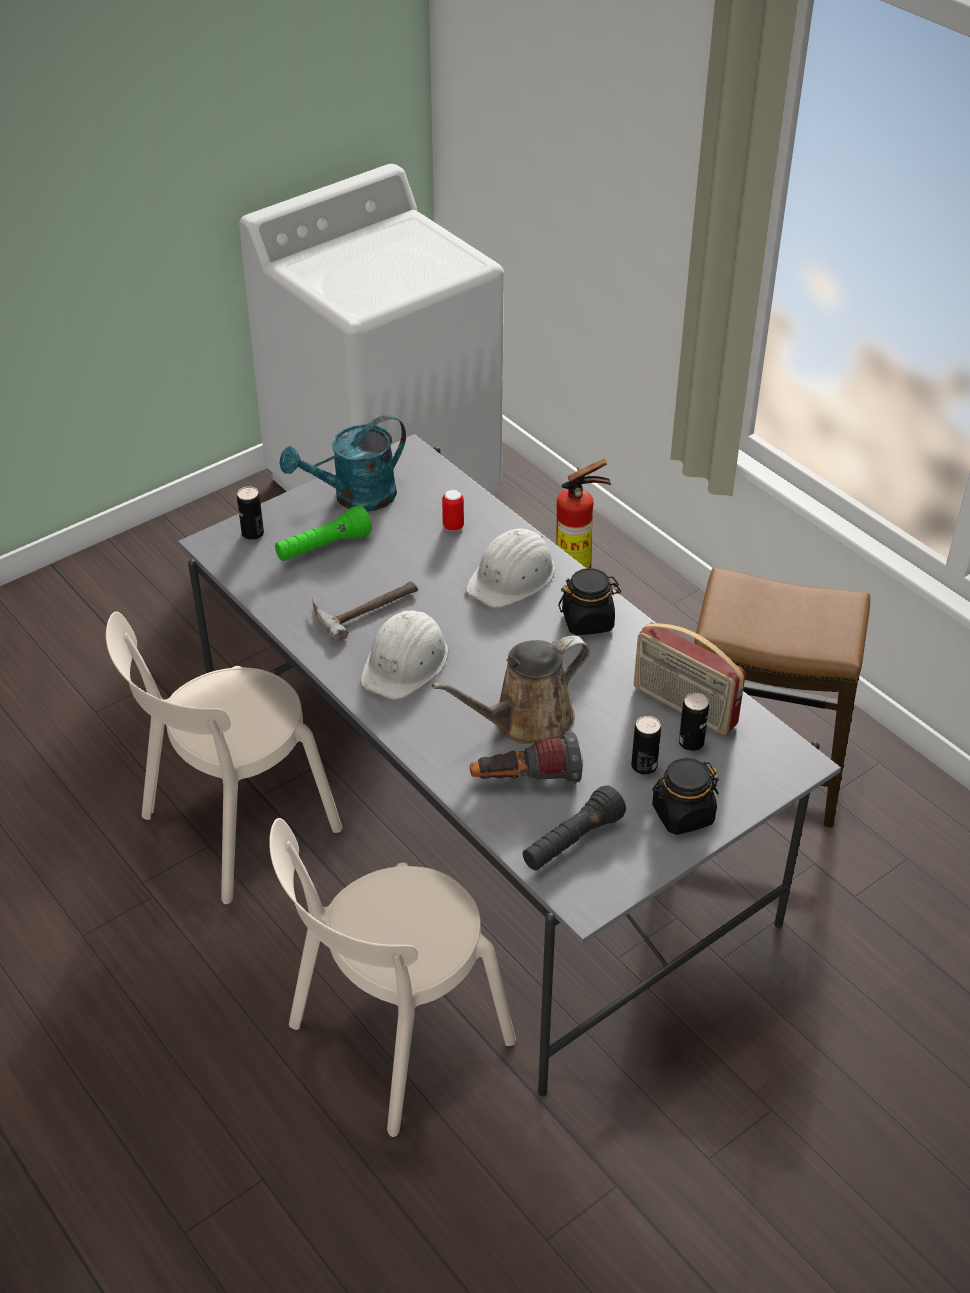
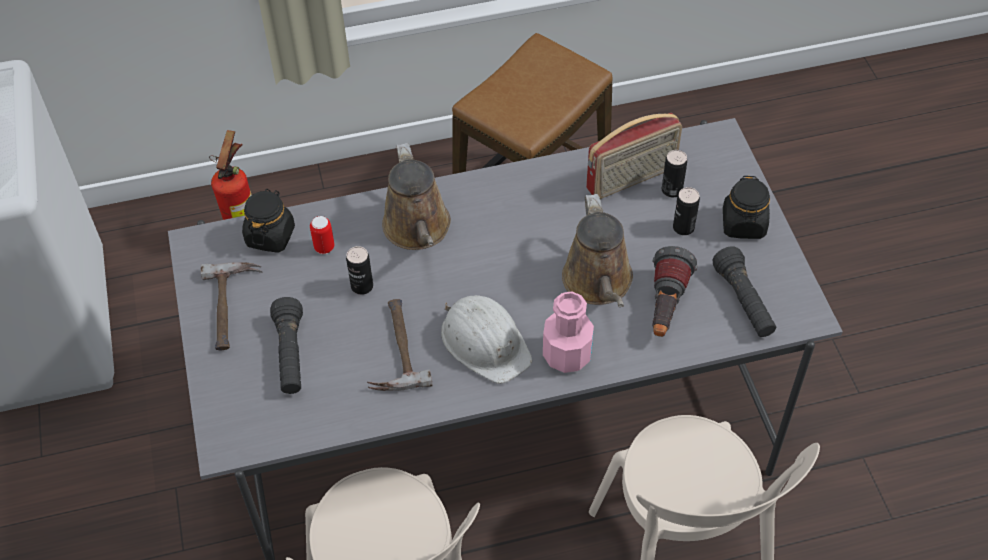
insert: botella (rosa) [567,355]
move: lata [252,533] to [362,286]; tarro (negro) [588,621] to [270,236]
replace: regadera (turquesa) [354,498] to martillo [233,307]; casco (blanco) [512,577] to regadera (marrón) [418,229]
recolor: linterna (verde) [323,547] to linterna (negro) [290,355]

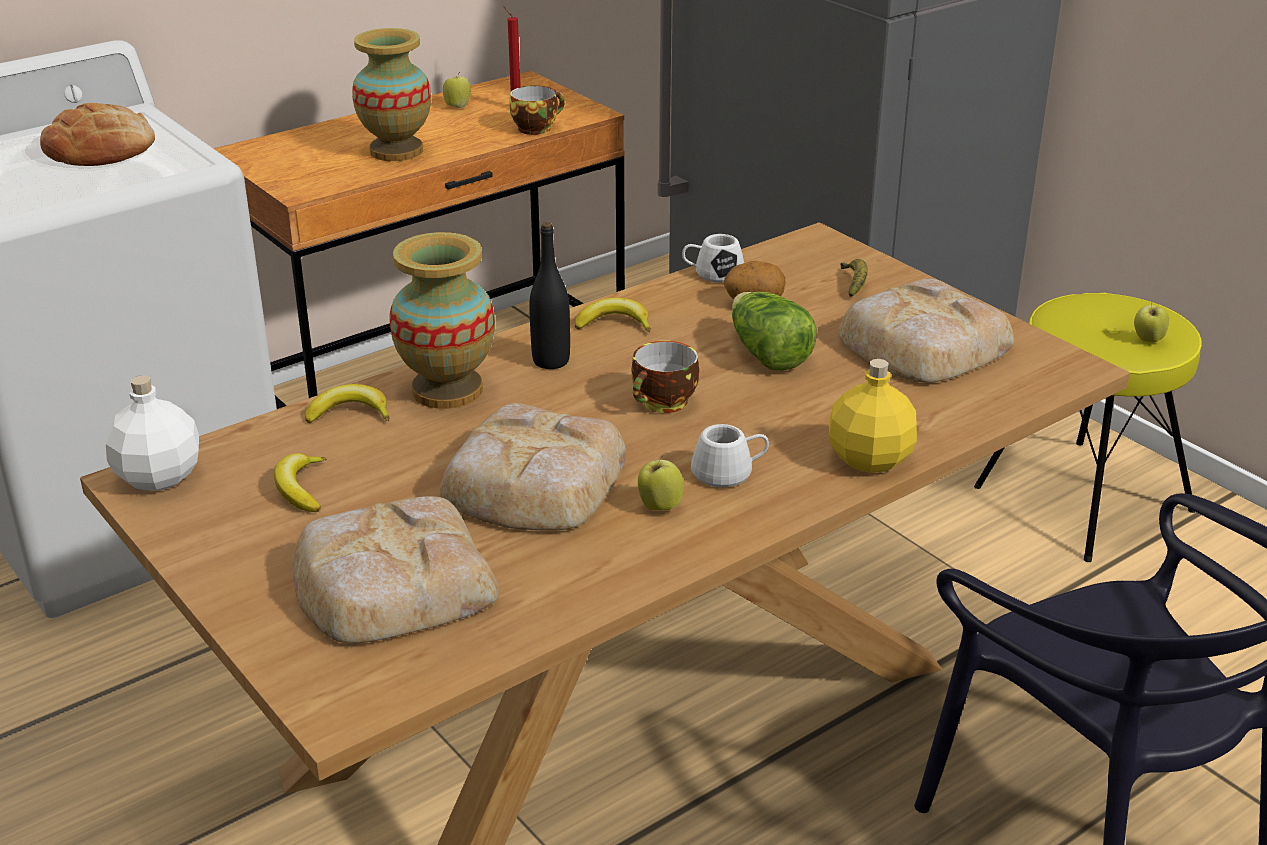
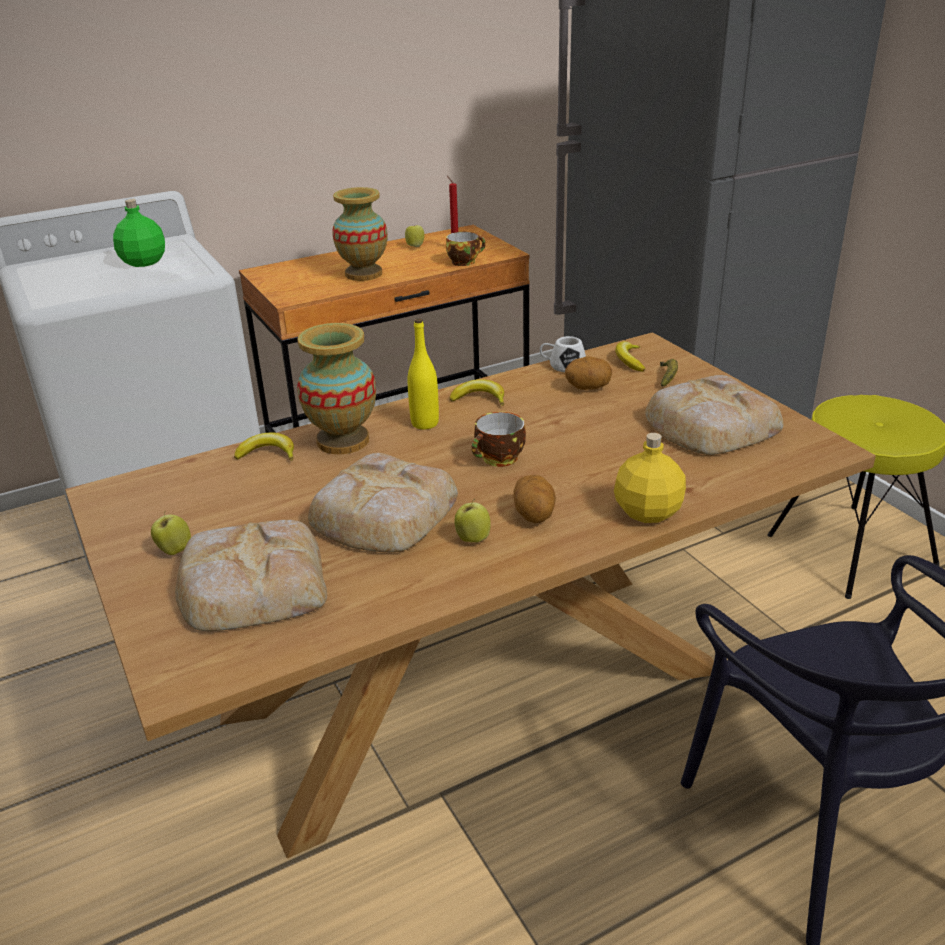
delete: botella (blanco) [158,477]; lechuga [767,354]
move: plátano [301,489] to [629,361]; manzana [1148,340] to [174,550]
replace: pan [101,149] to botella (verde) [143,262]; taza grande (blanco) [729,472] to patata [534,515]
recolor: botella (negro) [551,361] to botella (amarillo) [425,423]

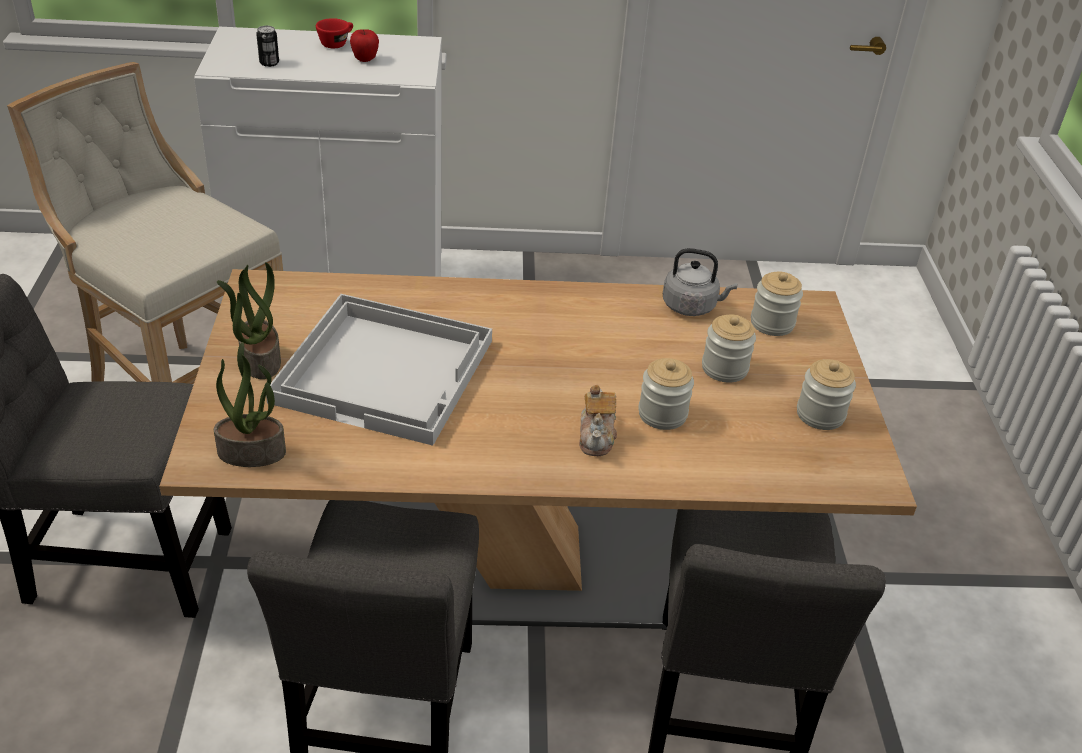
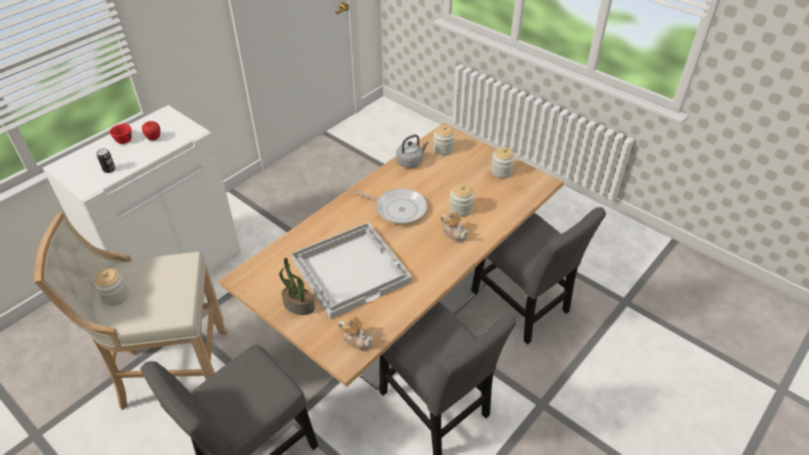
insert: sartén [398,208]
move: tarro [724,368] to [116,296]
replace: planta en maceta [253,452] to tetera [357,340]

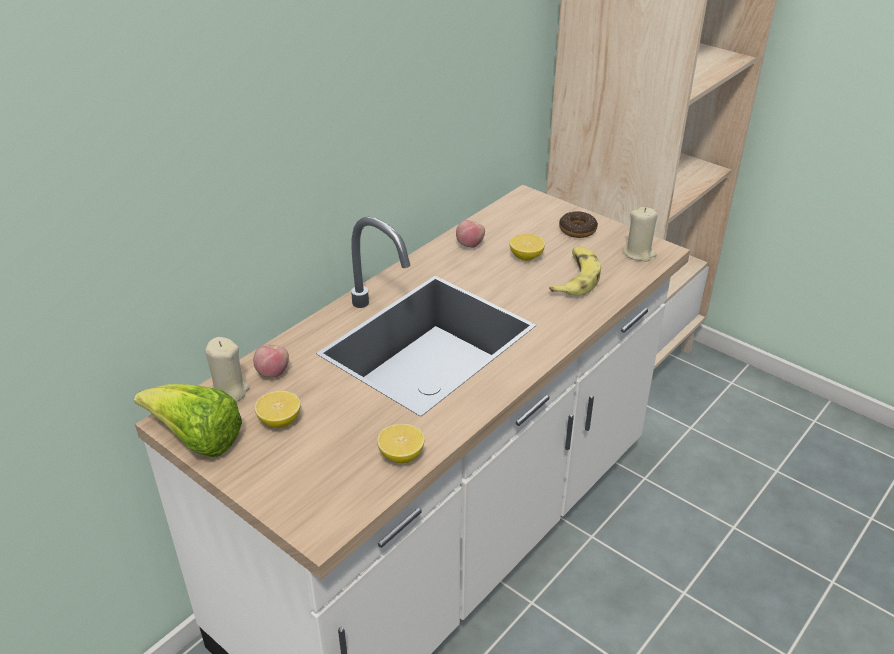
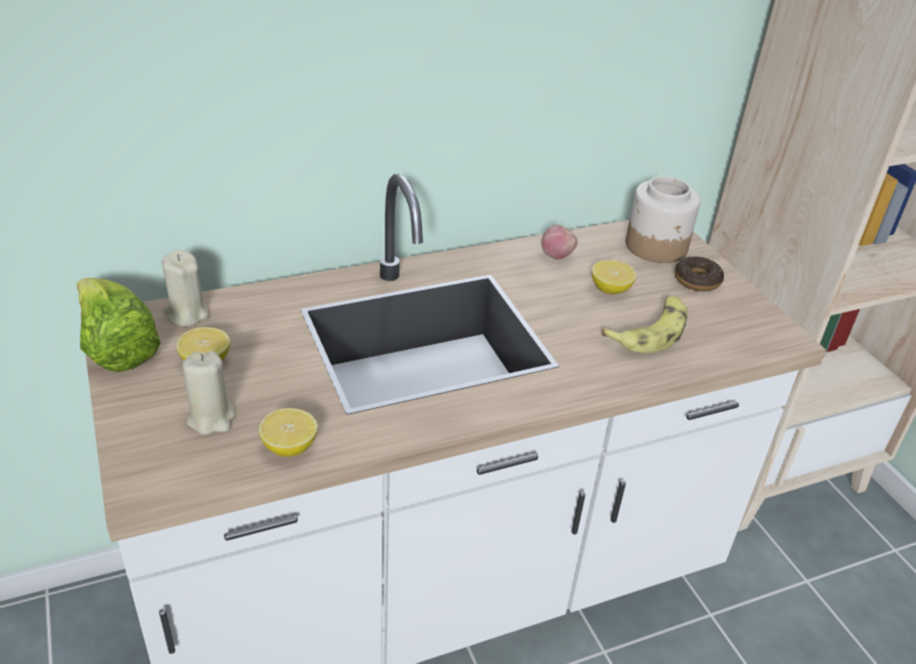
delete: manzana [273,373]
insert: tarro [657,247]
move: vela (beis) [639,253] to [211,418]

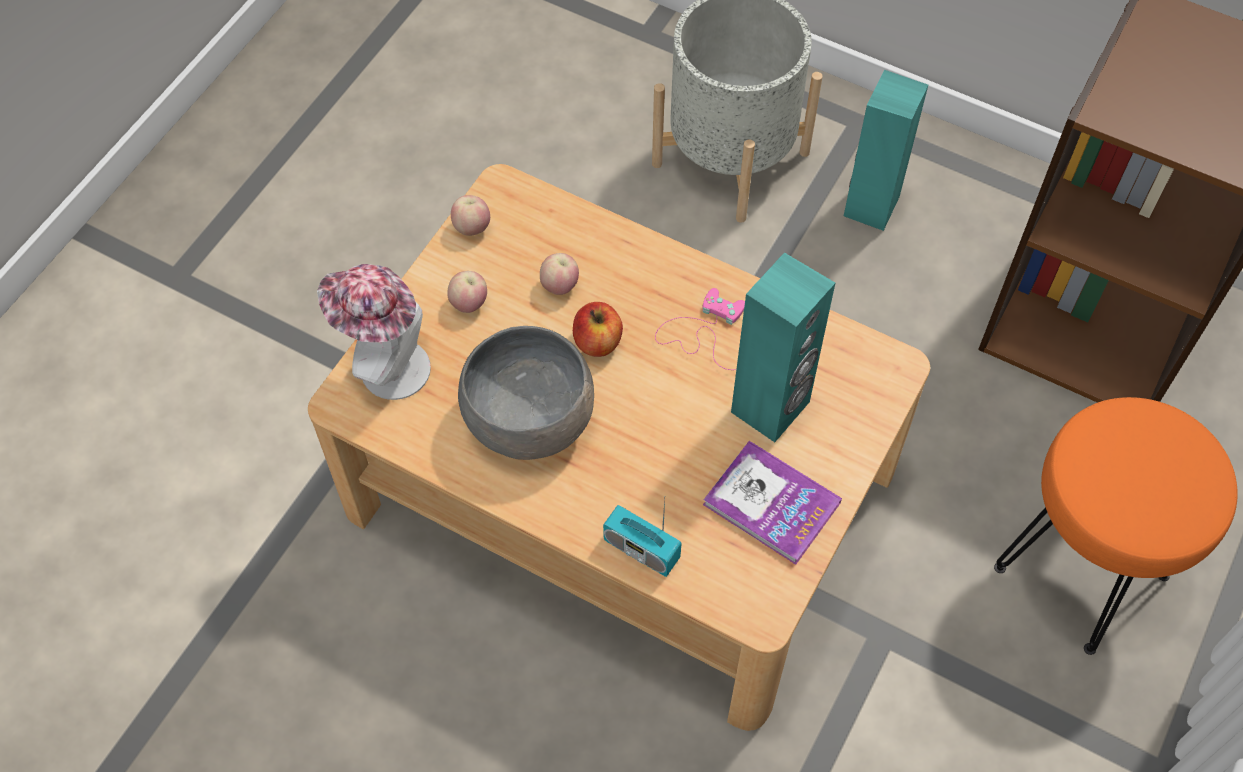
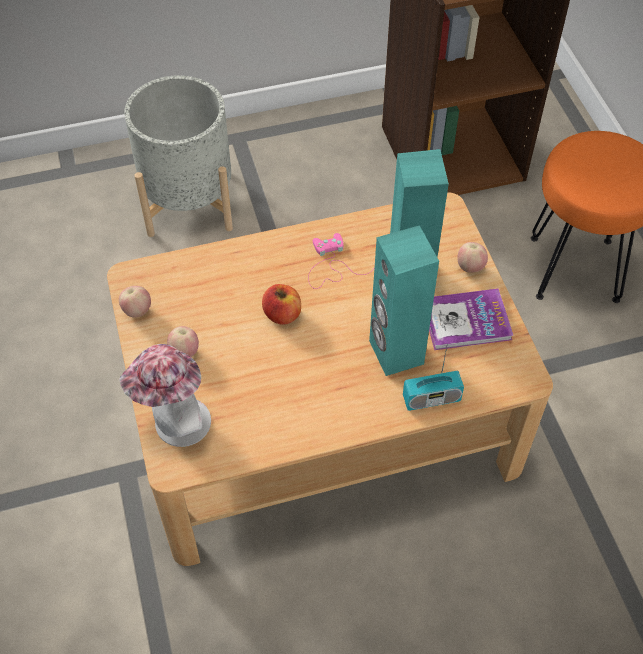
delete: cuenco (gris) [529,419]
move: manzana [560,286] to [470,267]; altavoz (turquesa) [870,206] to [395,352]

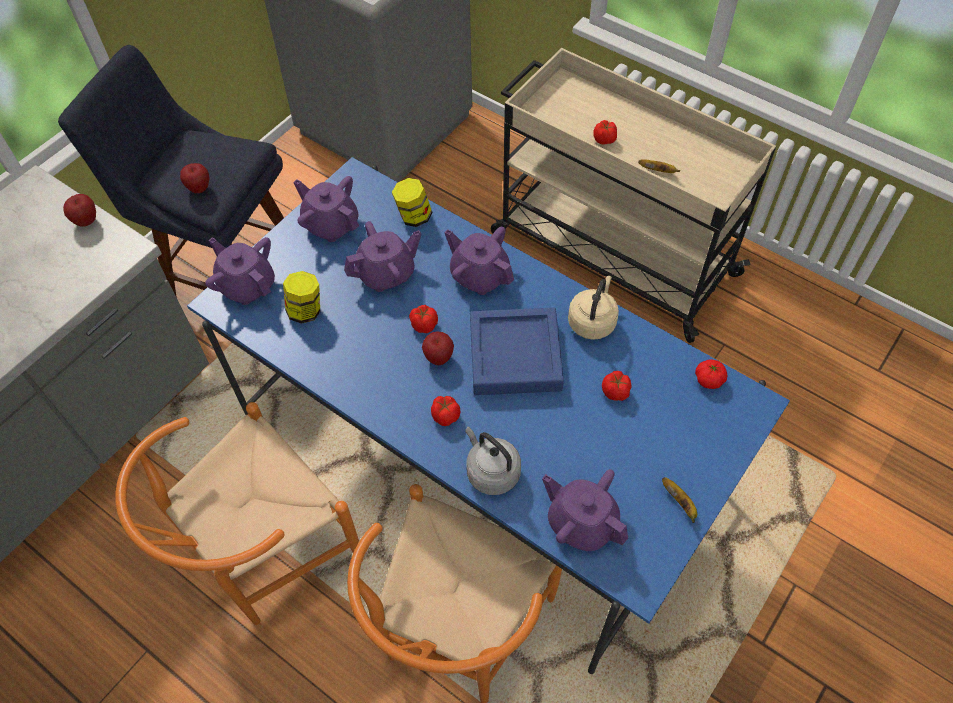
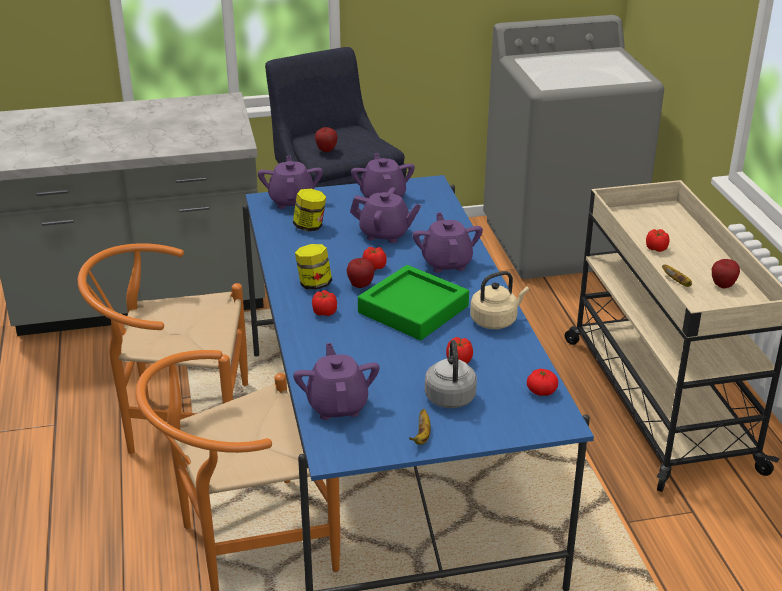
move: manzana [87,221] to [722,285]; tarro [413,217] to [314,284]; hervidor (gris) [491,471] to [450,396]
recolor: bandeja (azul) [515,356] to bandeja (verde) [413,309]

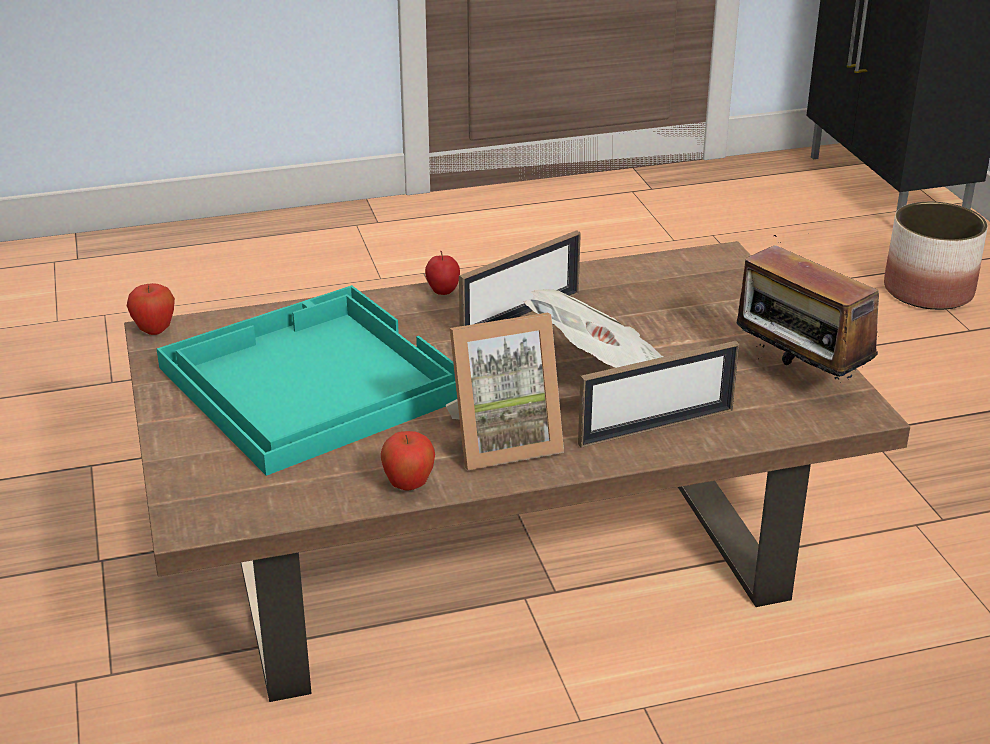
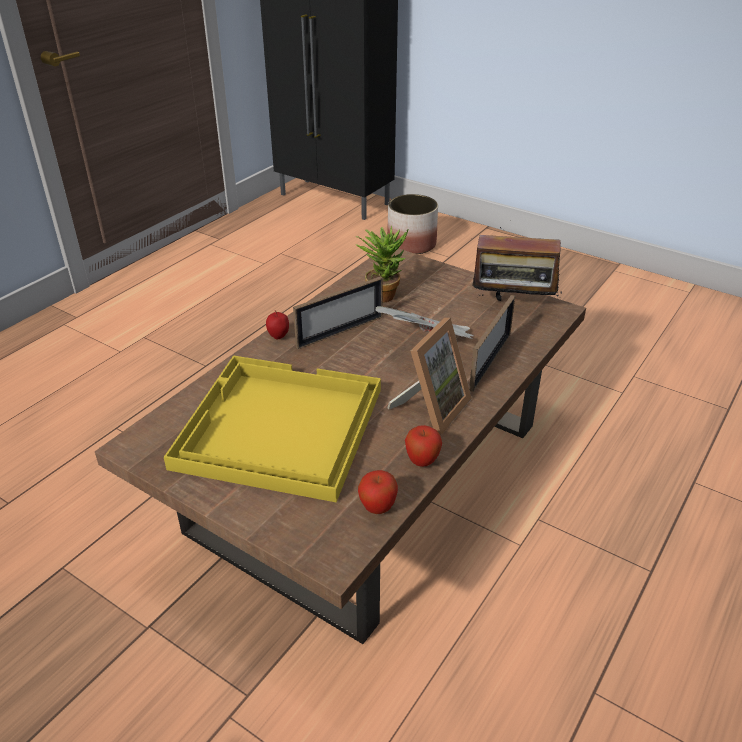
insert: planta en maceta [383,293]
move: manzana [154,330] to [377,508]
recolor: bandeja (turquesa) [310,381] to bandeja (amarillo) [277,428]
rotate: portarretratos [520,316] = [340,332] 45 degrees clockwise

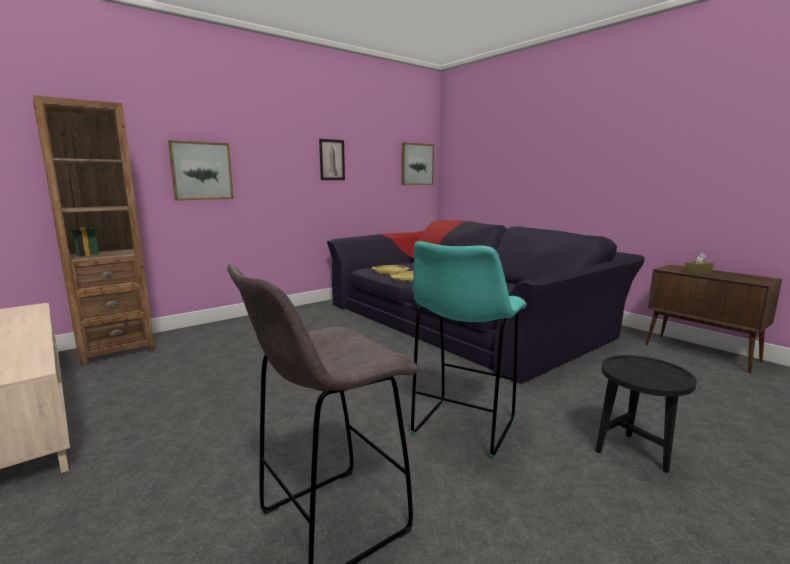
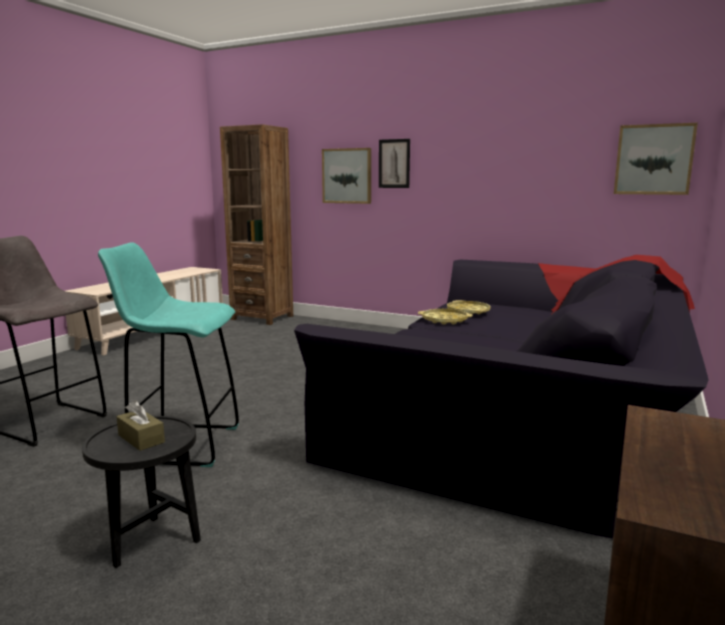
move: cuadro [332,160] to [394,163]; caja de pañuelos (marrón) [697,272] to [141,439]

